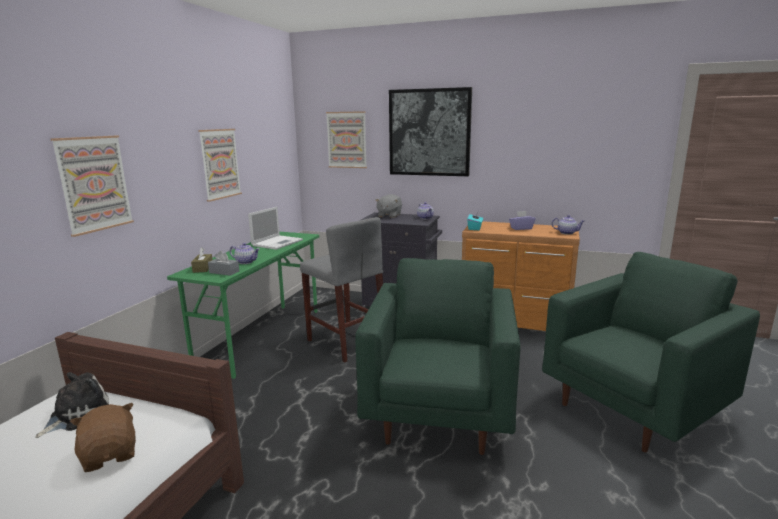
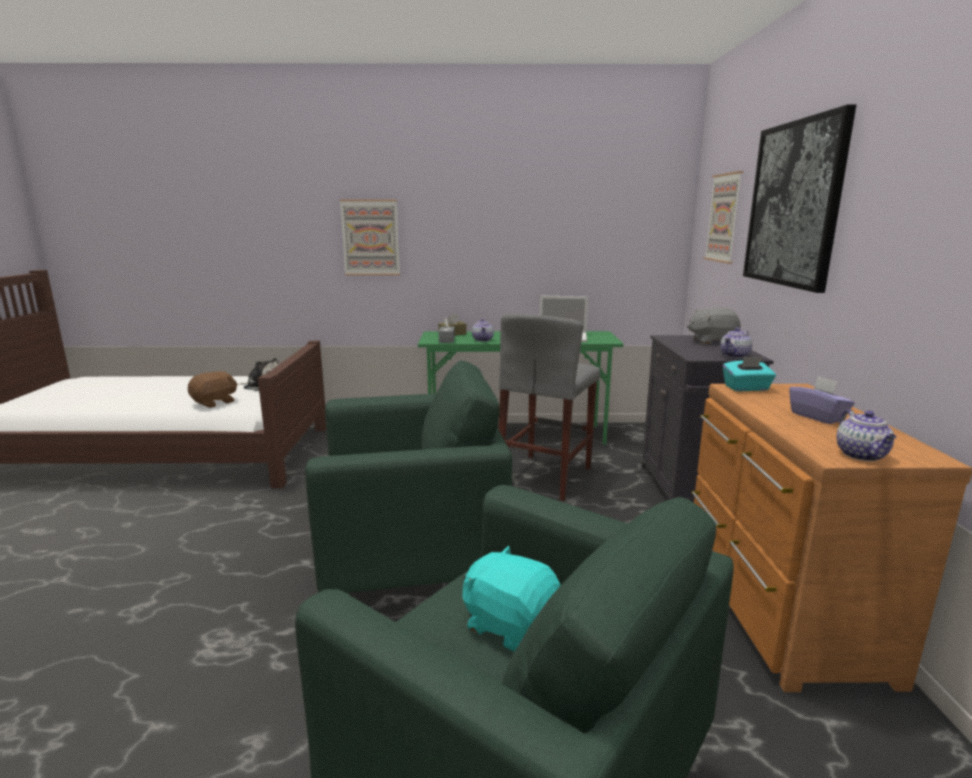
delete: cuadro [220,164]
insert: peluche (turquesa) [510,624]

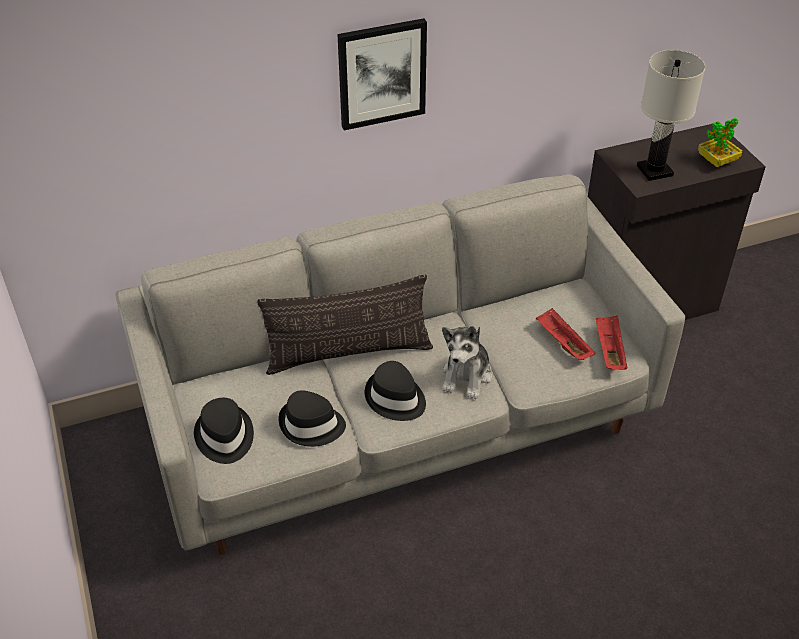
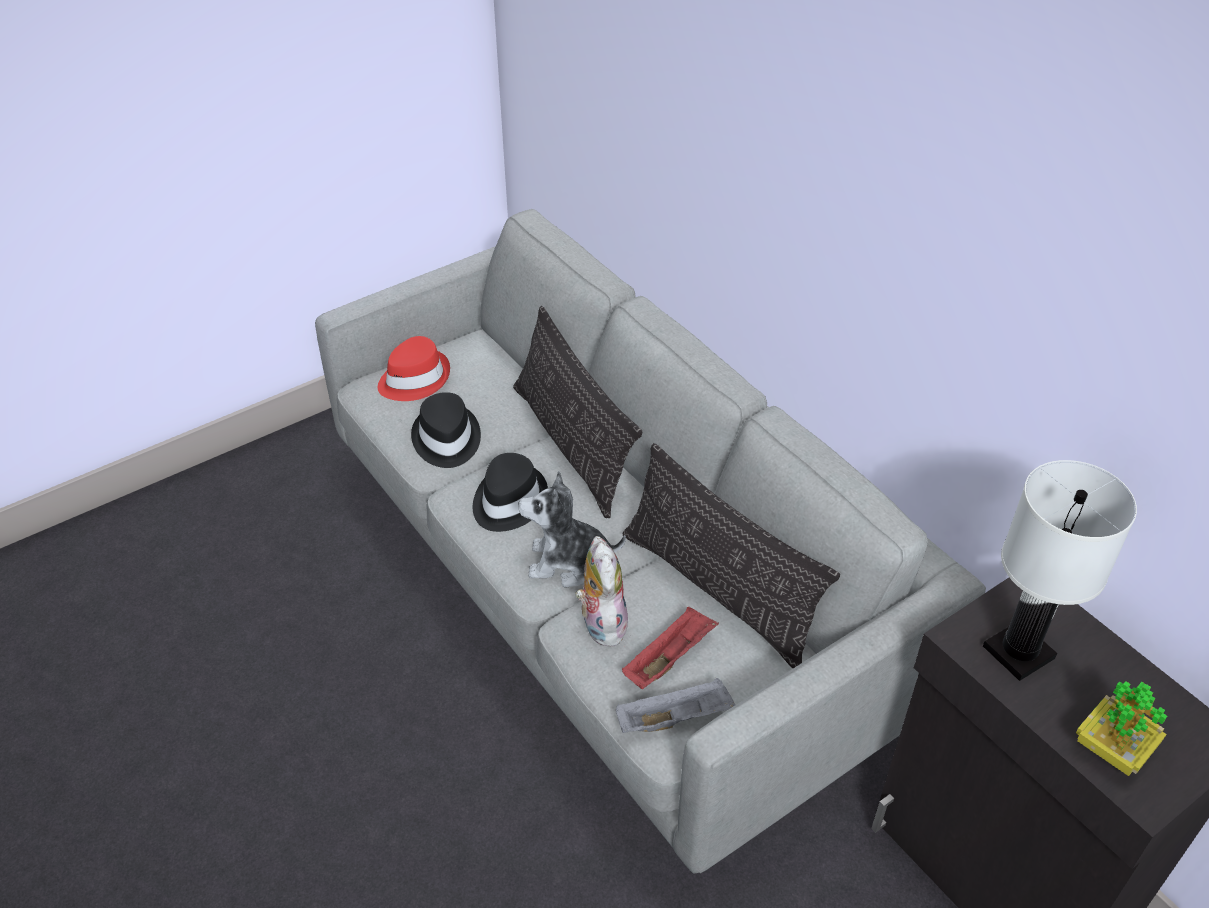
delete: cuadro [381,73]
insert: peluche [601,623]; cojín [718,591]
recolor: sombrero (negro) [224,437] to sombrero (rojo) [414,379]; bandeja (rojo) [609,350] to bandeja (gris) [675,718]

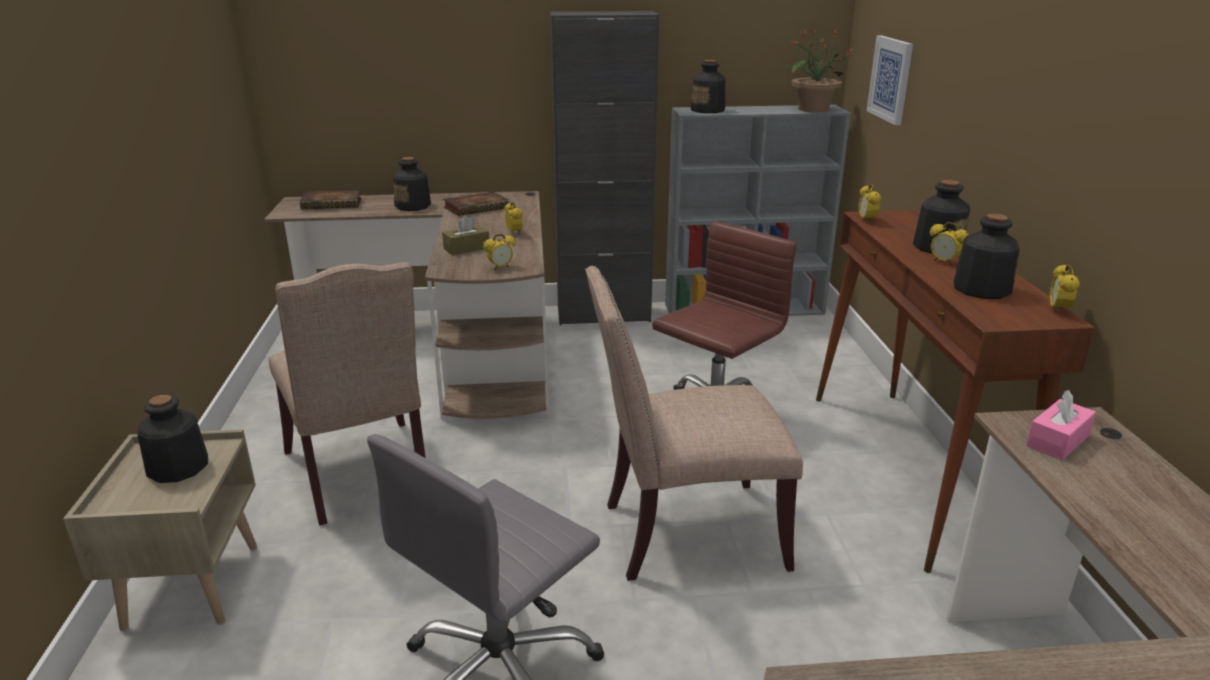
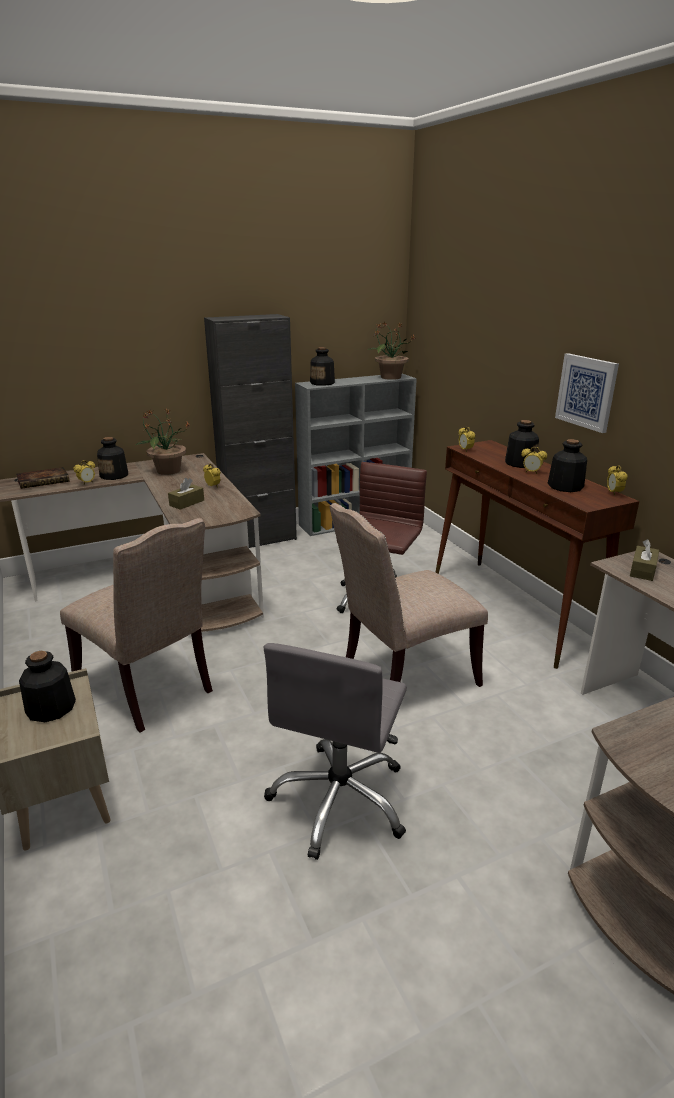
move: despertador [500,267] to [87,483]; cuadro [891,79] to [586,392]
replace: libro [477,207] to planta en maceta [167,471]
recolor: caja de pañuelos (rosa) [1057,441] to caja de pañuelos (marrón) [642,570]

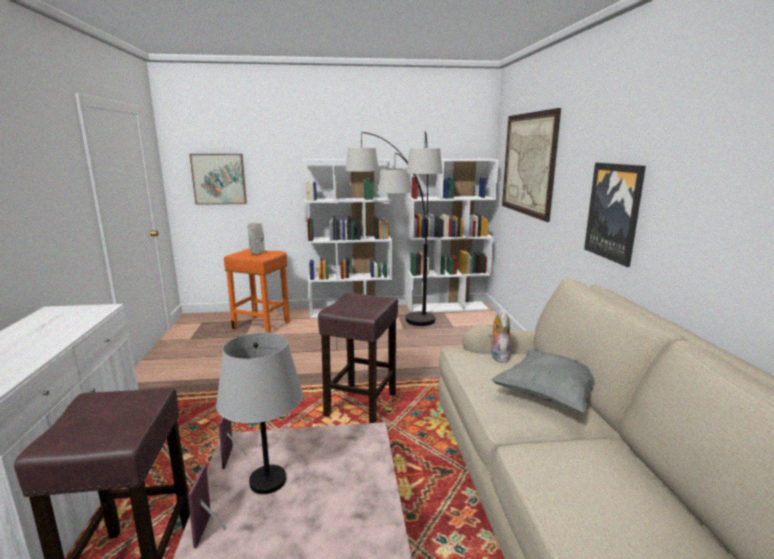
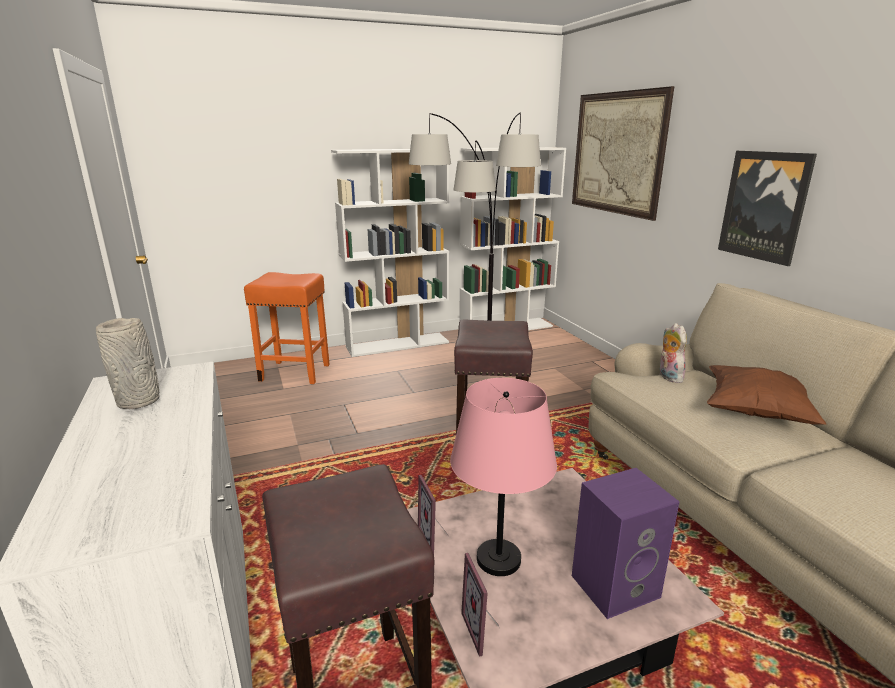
delete: cuadro [219,179]
insert: altavoz (morado) [615,584]
move: florero (gris) [258,252] to [140,401]
recolor: lámpara de mesa (gris) [268,481] to lámpara de mesa (rosa) [499,560]; cojín (gris) [549,396] to cojín (marrón) [756,412]

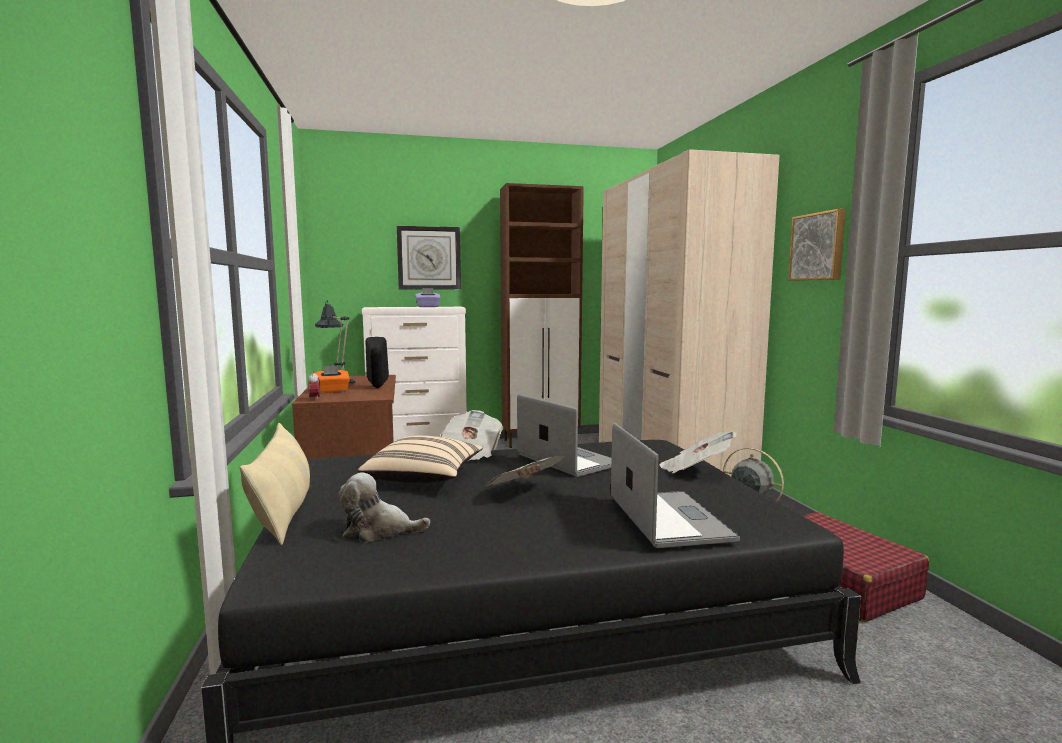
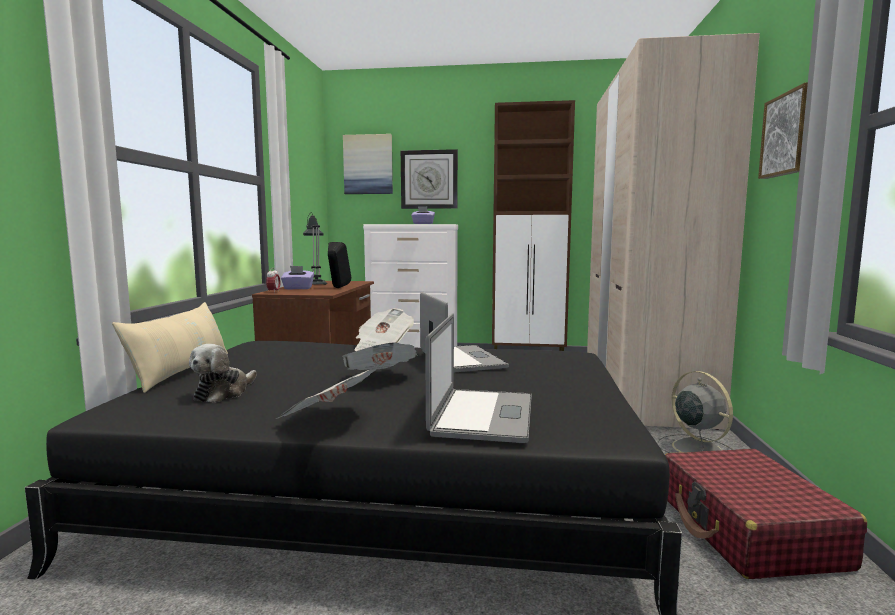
delete: cojín (beis) [424,478]
insert: cuadro [368,164]
move: periódico [695,470] to [327,419]
recolor: caja de pañuelos (naranja) [331,391] to caja de pañuelos (morado) [298,288]
rotate: peluche [379,531] = [224,393] 90 degrees counterclockwise

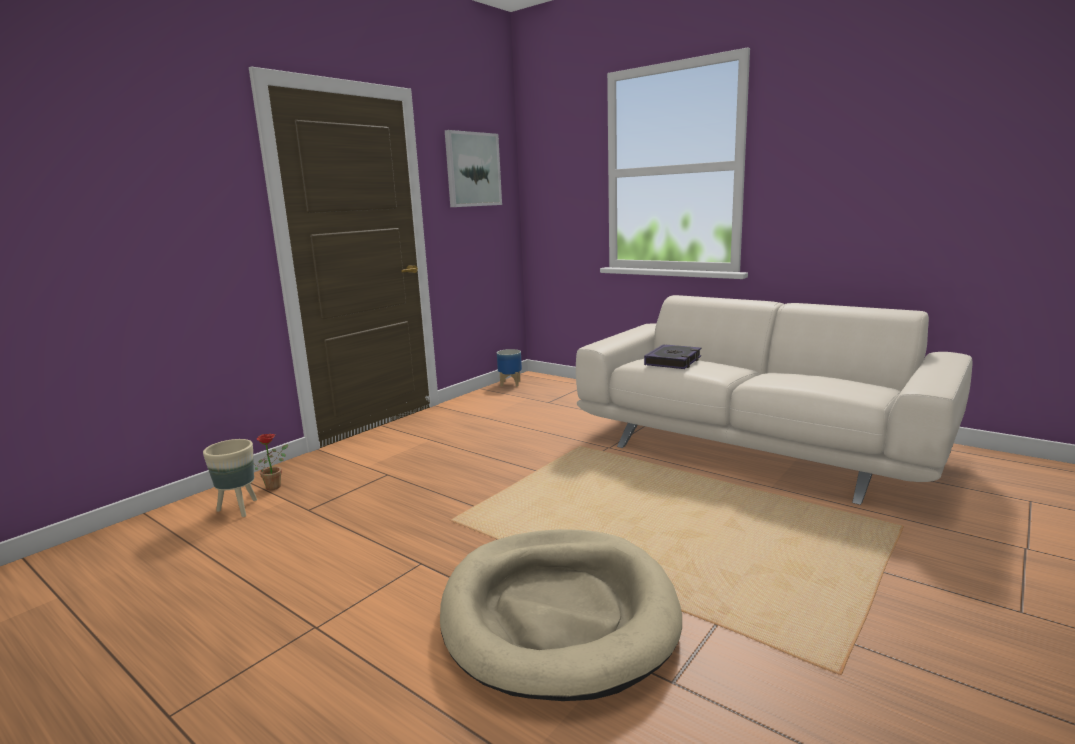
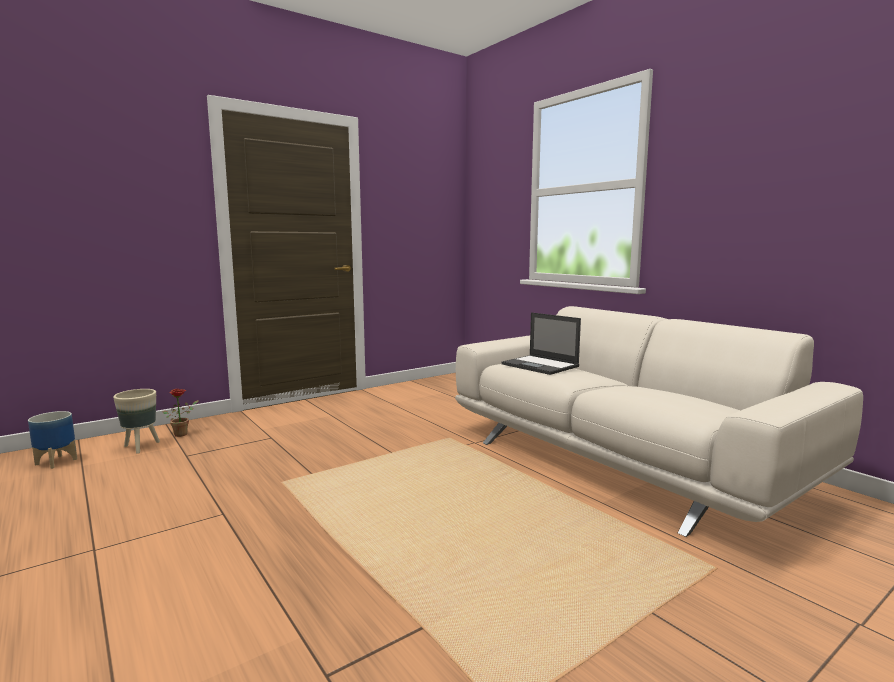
delete: cama para perro (beis) [558,613]; cuadro [472,169]
move: maceta [510,383] to [56,462]
replace: libro [673,361] to portátil [541,365]

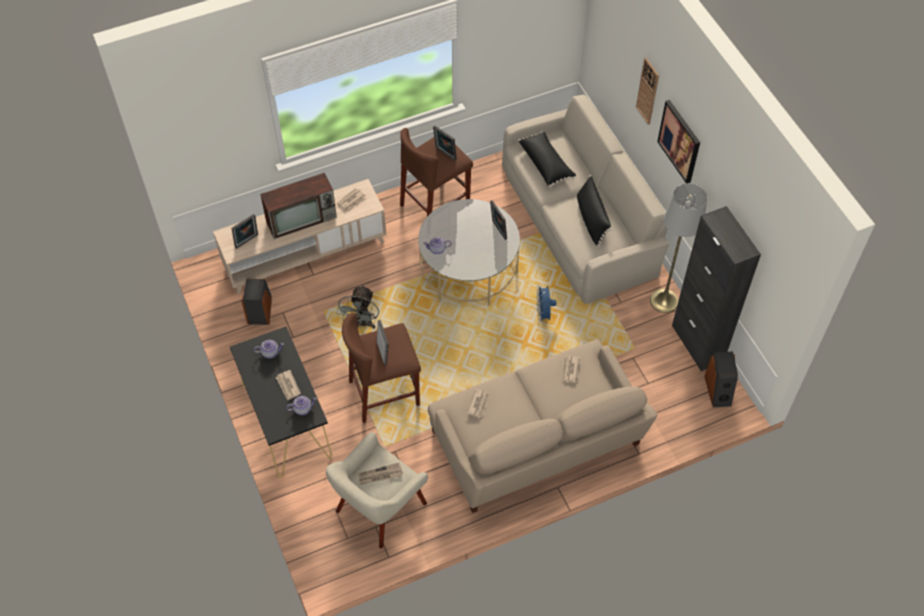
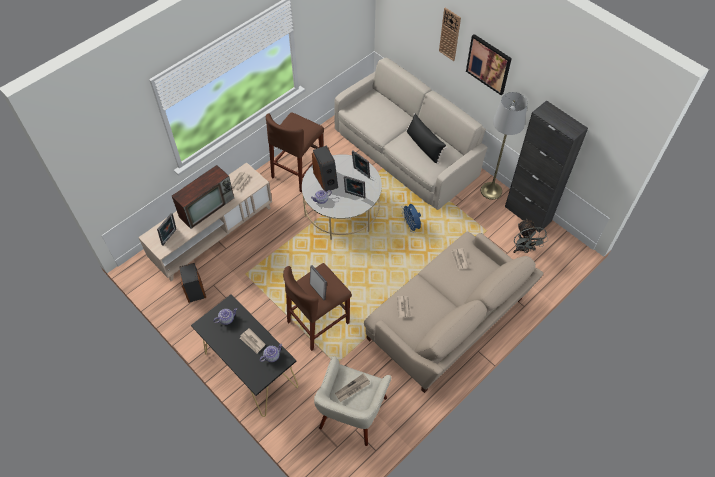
delete: cojín (negro) [546,164]
move: ventilador (gris) [362,323] to [523,249]; portarretratos [445,154] to [354,195]; altavoz [718,390] to [326,179]

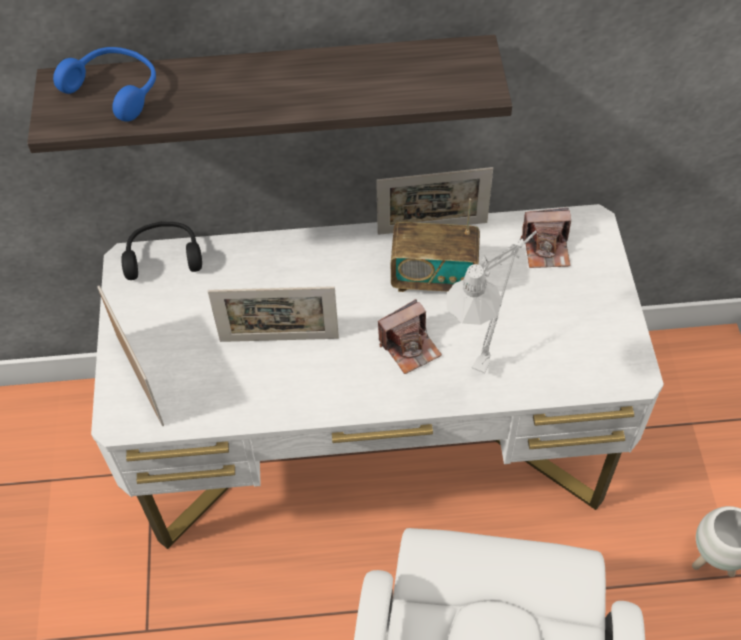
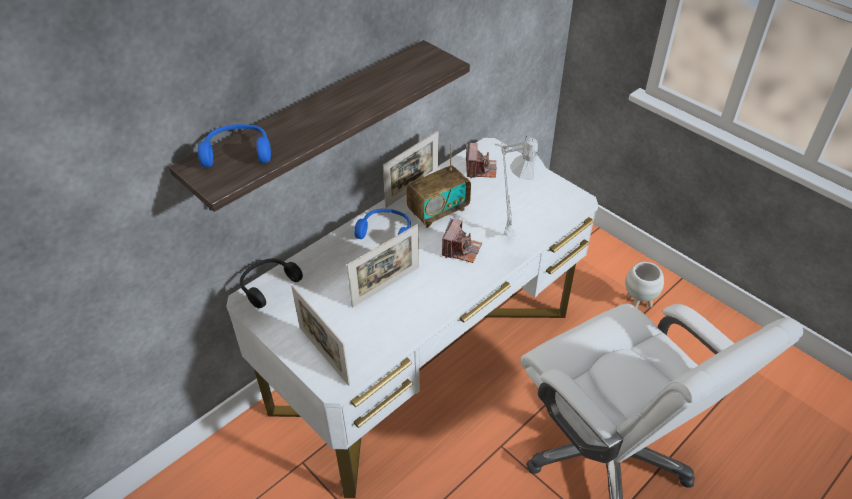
insert: auriculares (azul) [386,232]
rotate: portarretratos [139,379] = [324,355] 150 degrees counterclockwise; cámara [546,249] = [480,169] 45 degrees counterclockwise

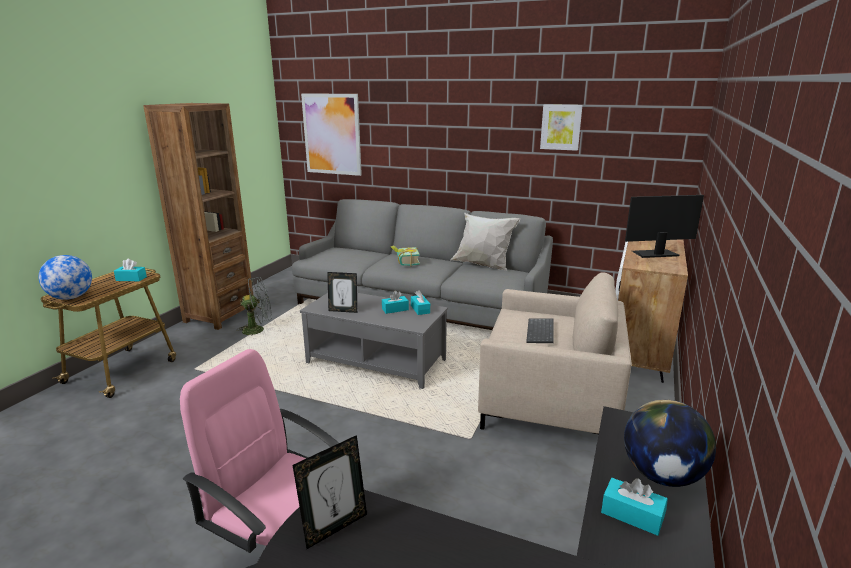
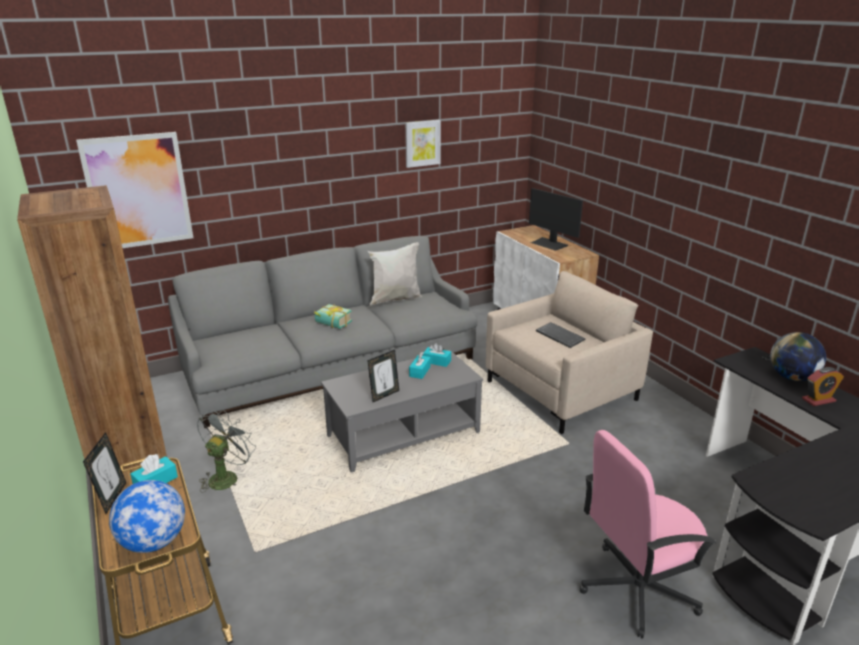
move: portarretratos [335,527] to [112,498]
replace: caja de pañuelos (turquesa) [632,514] to despertador [818,400]
rotate: monitor [655,253] = [549,244] 75 degrees counterclockwise

